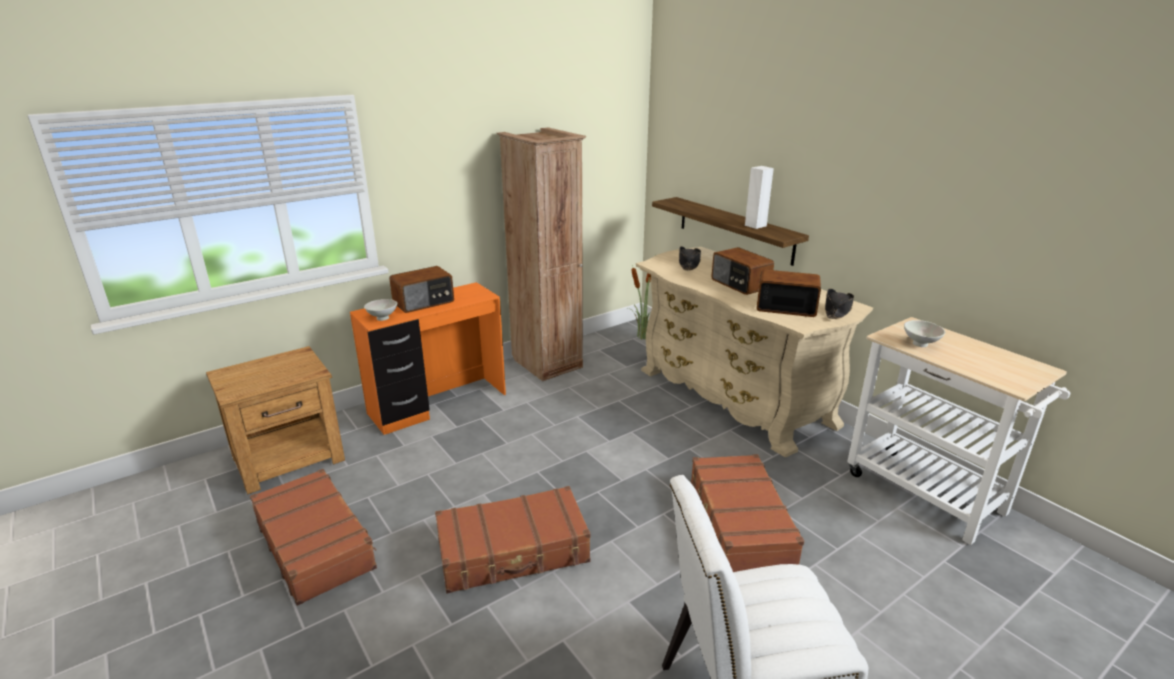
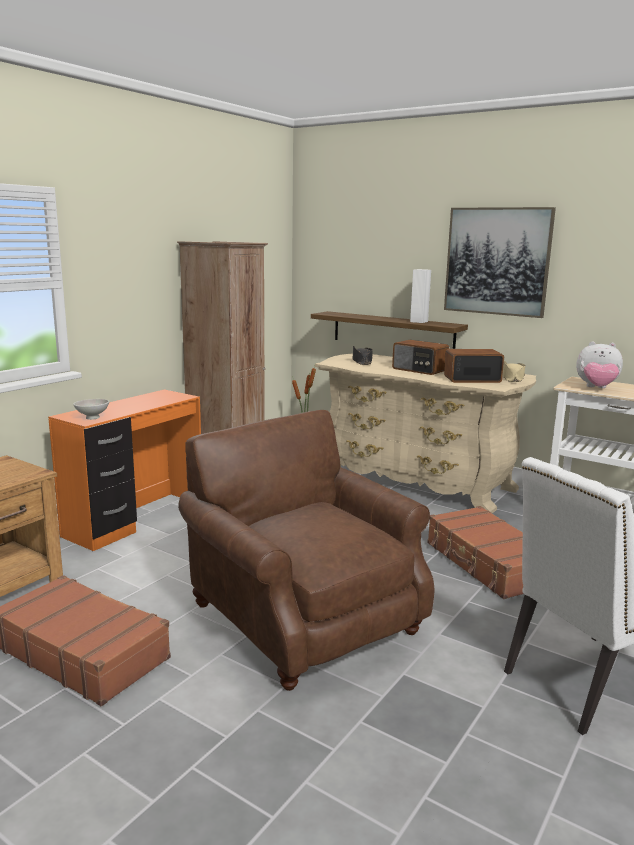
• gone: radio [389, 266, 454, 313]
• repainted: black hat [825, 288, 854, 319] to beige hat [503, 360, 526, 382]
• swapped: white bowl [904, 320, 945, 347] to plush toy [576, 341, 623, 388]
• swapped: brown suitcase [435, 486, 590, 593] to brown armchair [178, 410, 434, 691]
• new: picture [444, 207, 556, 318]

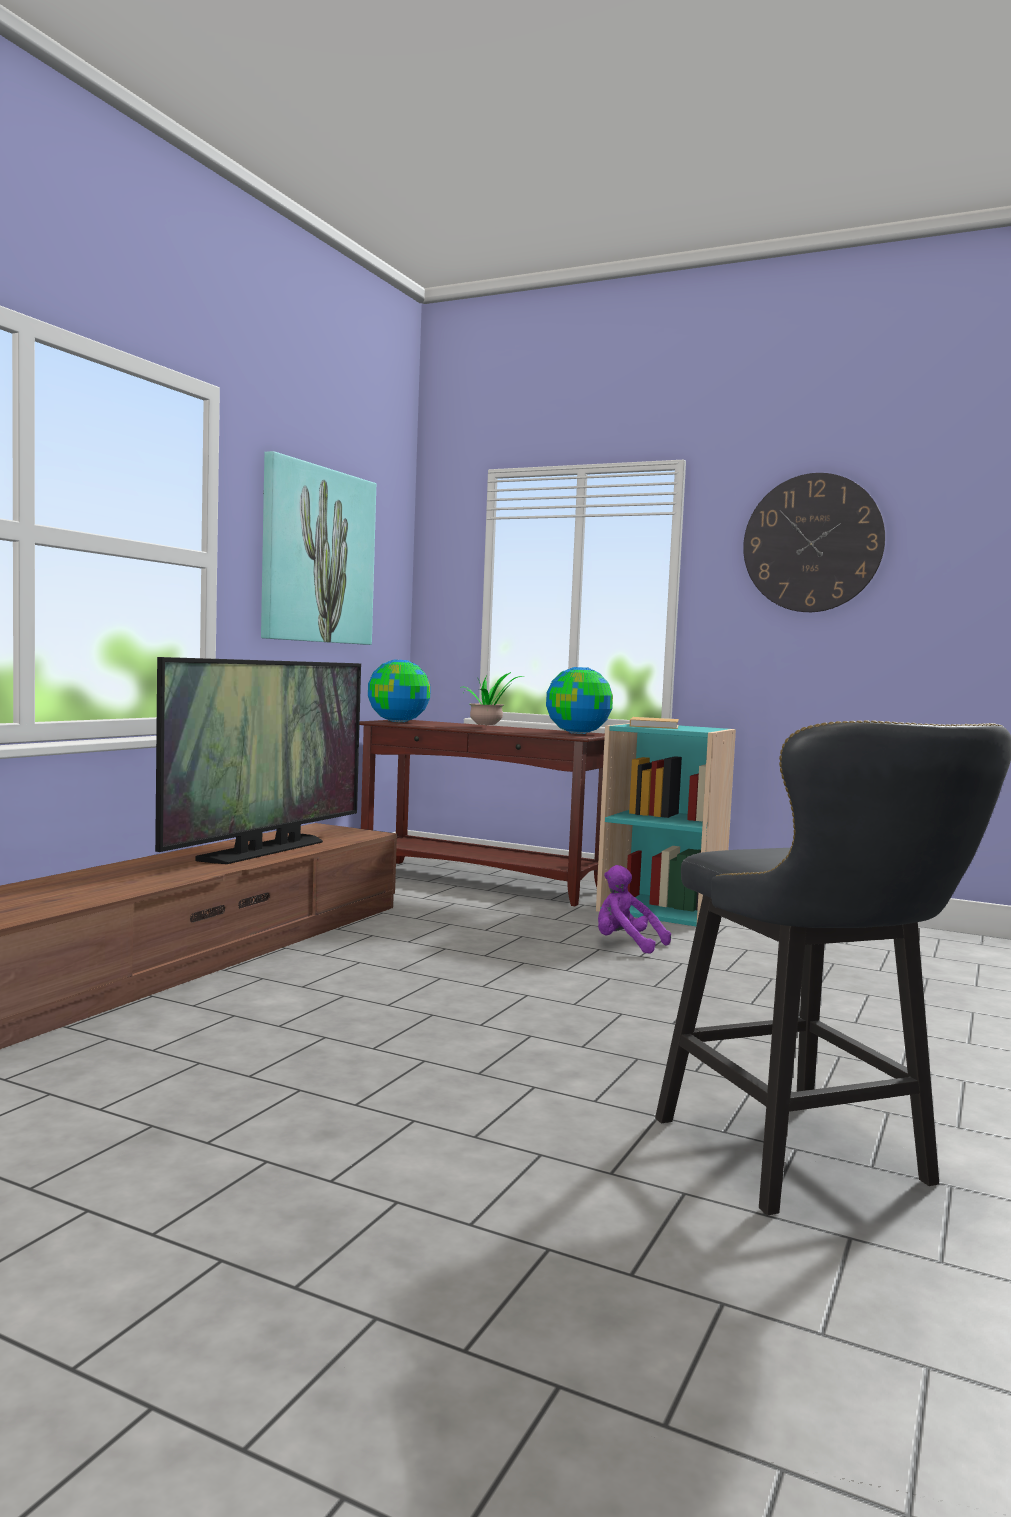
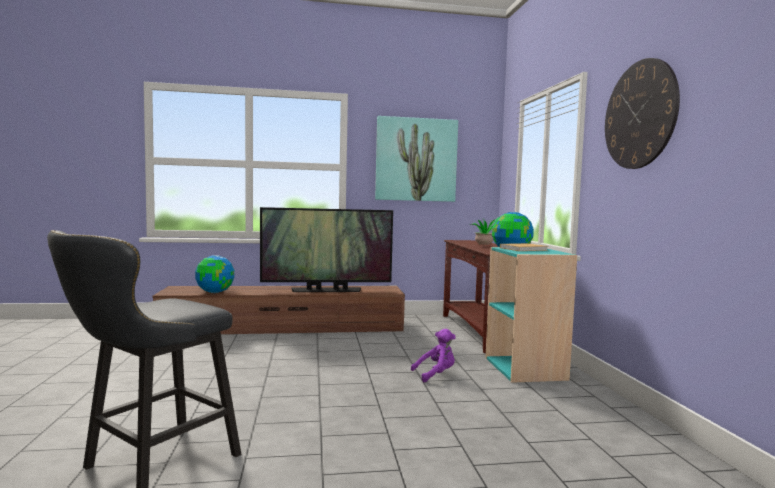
• shifted: globe [368, 660, 431, 722] to [195, 255, 234, 293]
• rotated: purple plush toy [598, 865, 671, 954] = [411, 329, 456, 382] 75 degrees clockwise

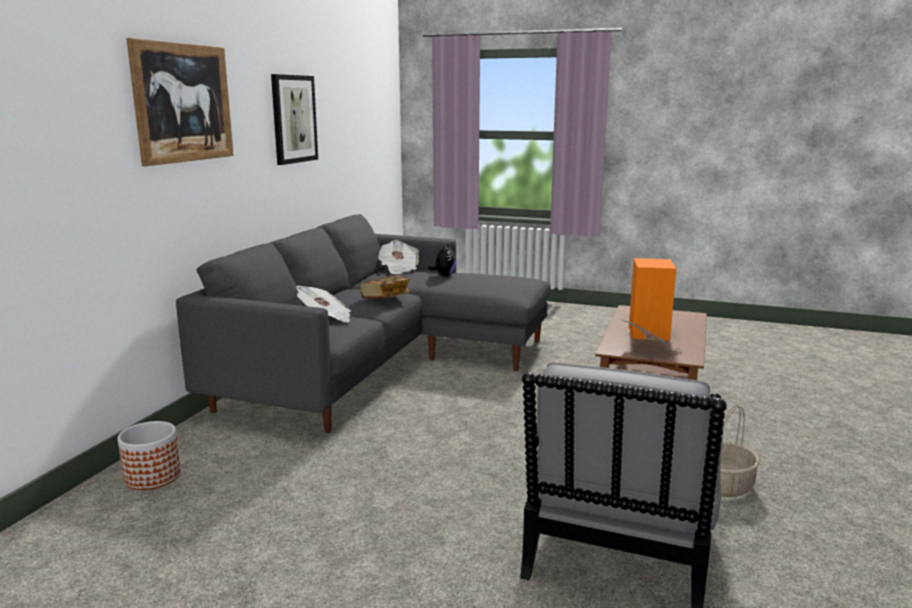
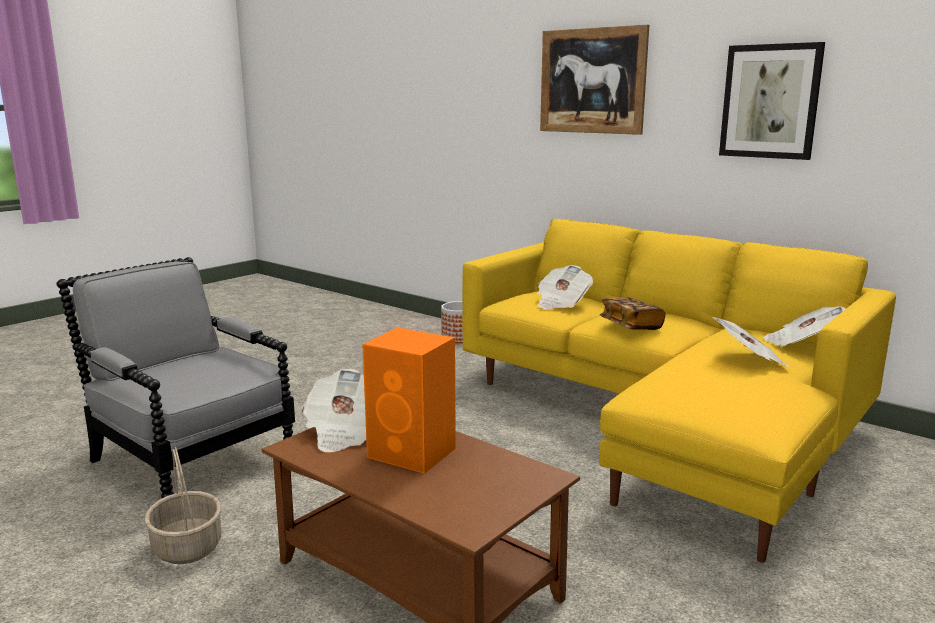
• repainted: grey sofa [176, 214, 551, 433] to yellow sofa [462, 219, 896, 563]
• swapped: plush toy [428, 244, 456, 276] to newspaper [713, 317, 791, 367]

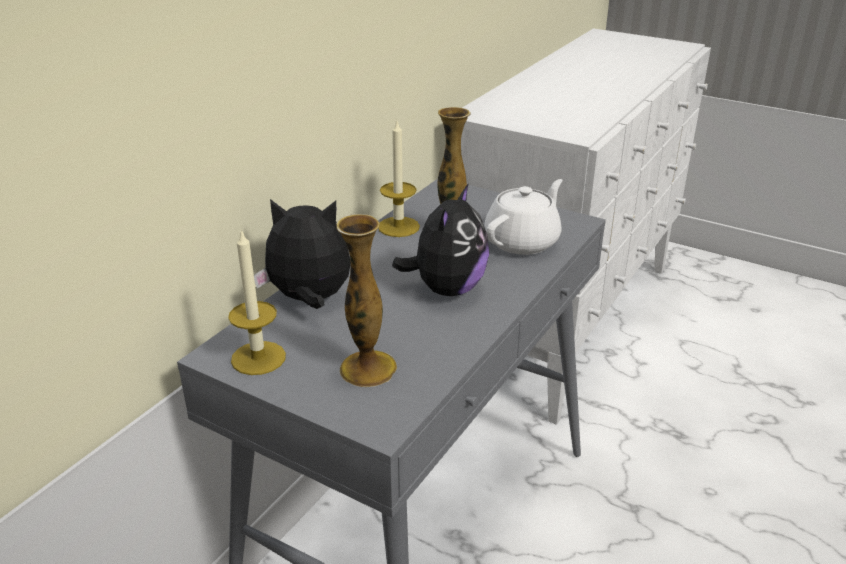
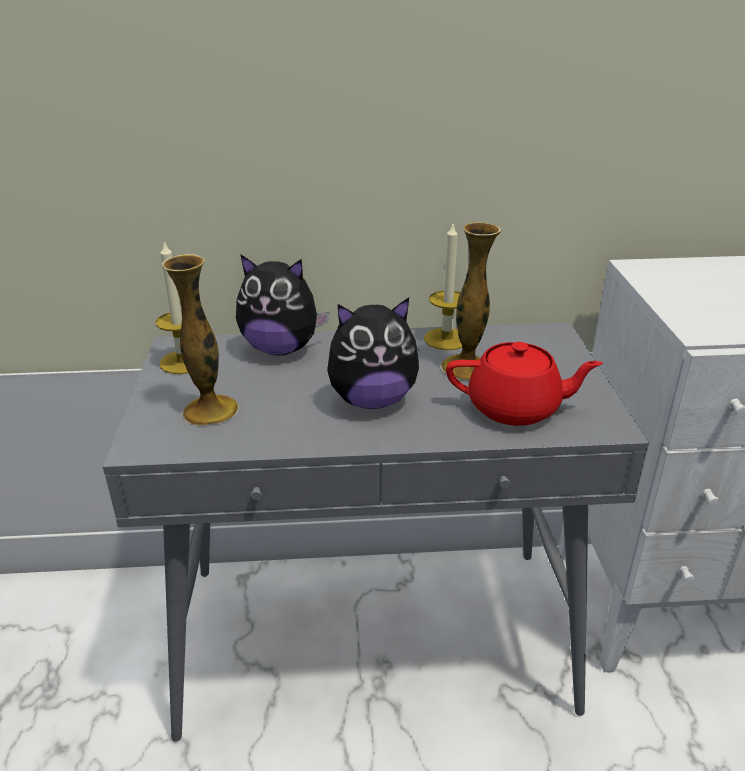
• repainted: white teapot [485, 179, 563, 255] to red teapot [446, 342, 603, 426]
• rotated: plush toy [254, 199, 351, 309] = [236, 254, 329, 355] 135 degrees clockwise

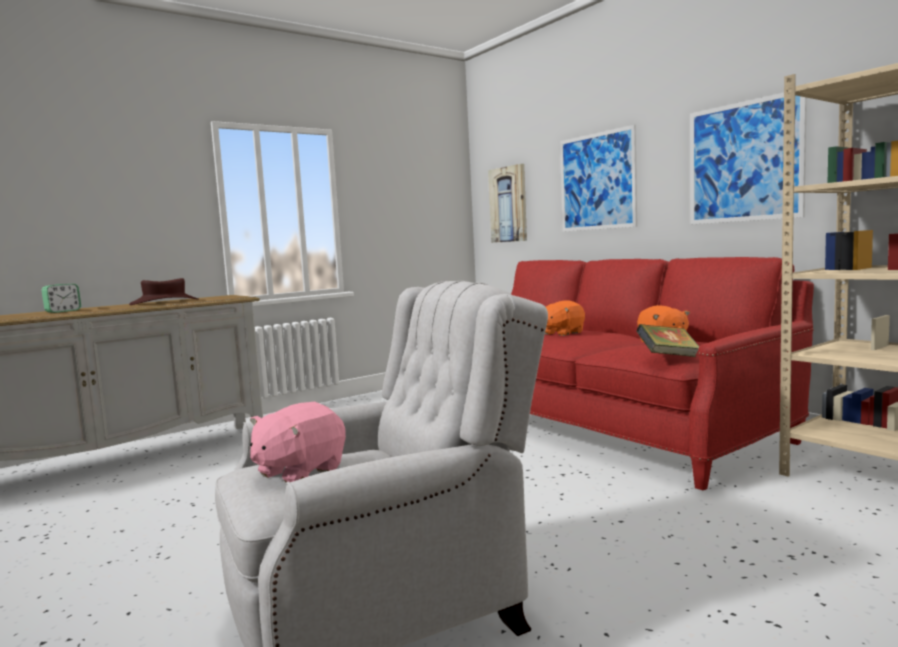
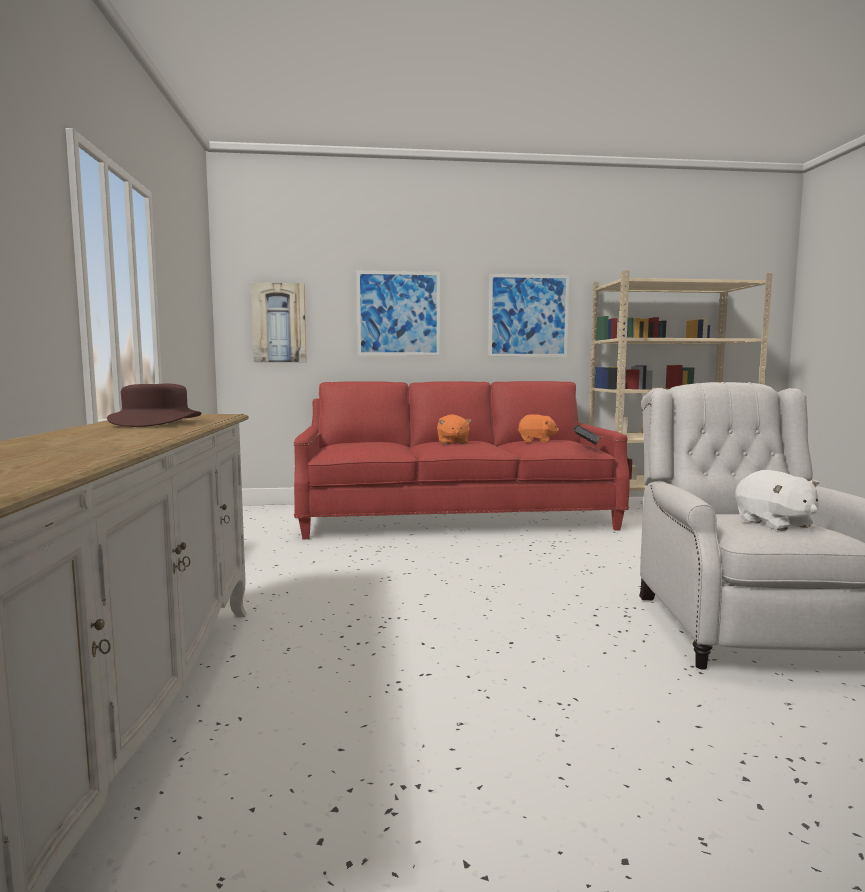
• gone: alarm clock [42, 284, 81, 313]
• repainted: pink plush toy [250, 402, 346, 482] to white plush toy [736, 470, 819, 531]

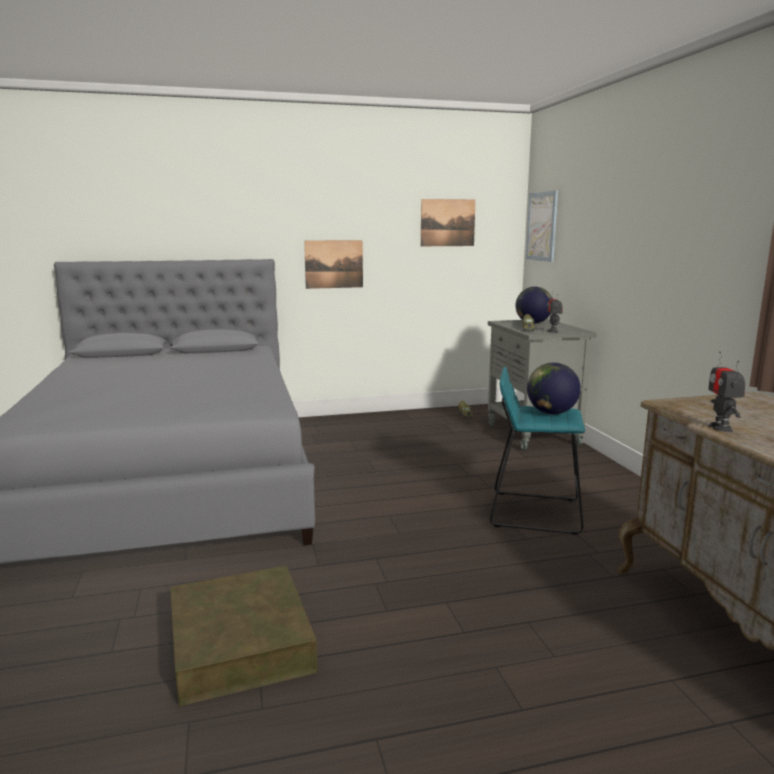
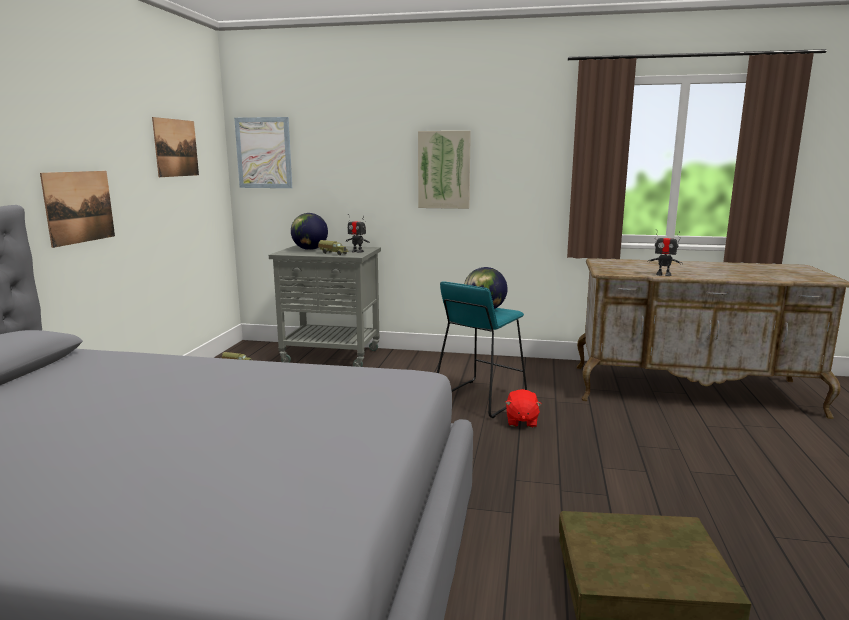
• new: picture [418, 131, 471, 209]
• new: red plush toy [505, 389, 542, 428]

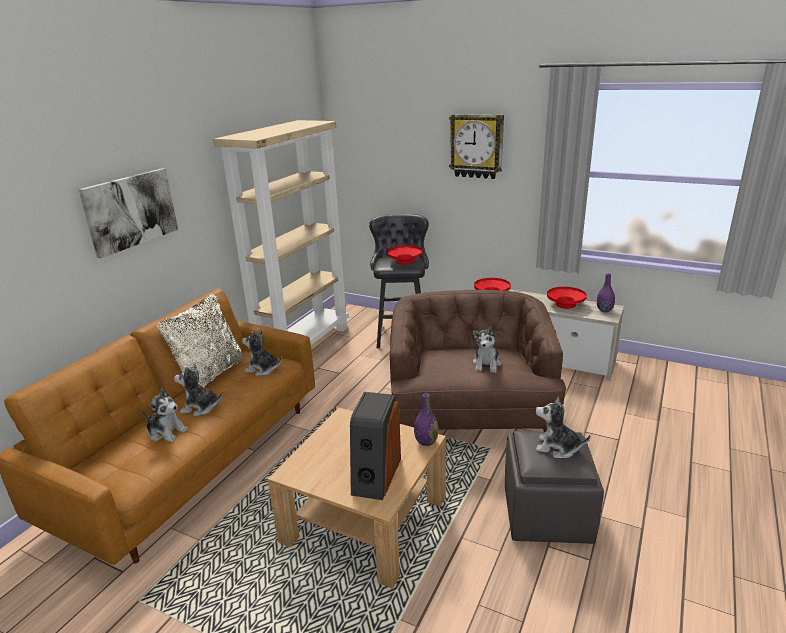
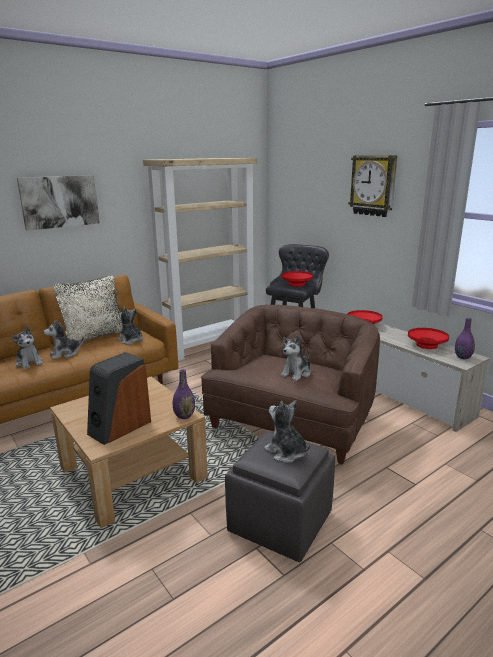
• rotated: plush toy [174, 364, 223, 416] = [43, 320, 84, 359] 60 degrees counterclockwise

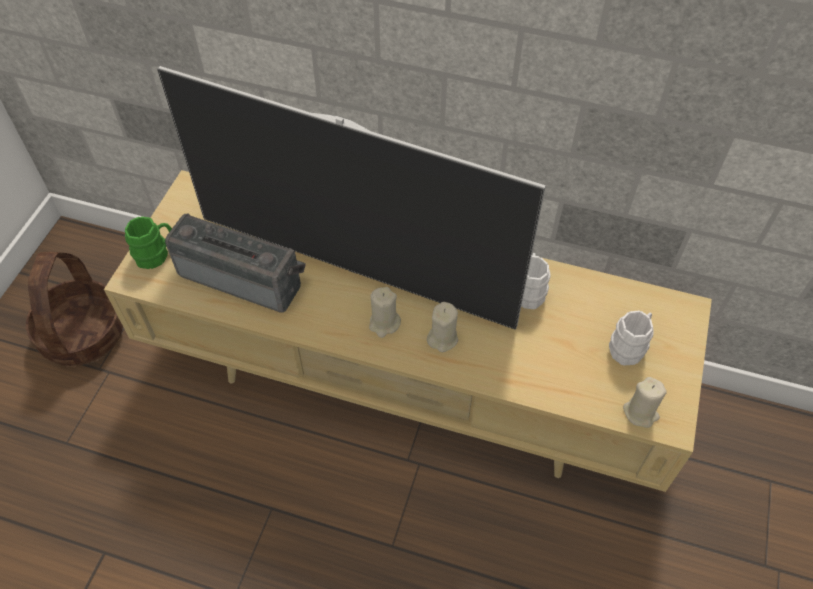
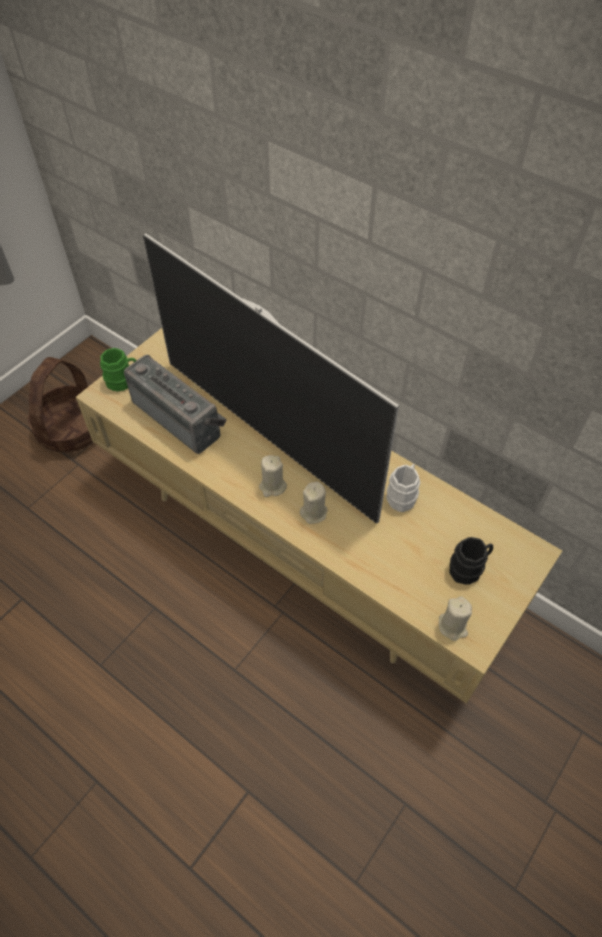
• repainted: white mug [609, 311, 654, 366] to black mug [449, 537, 493, 585]

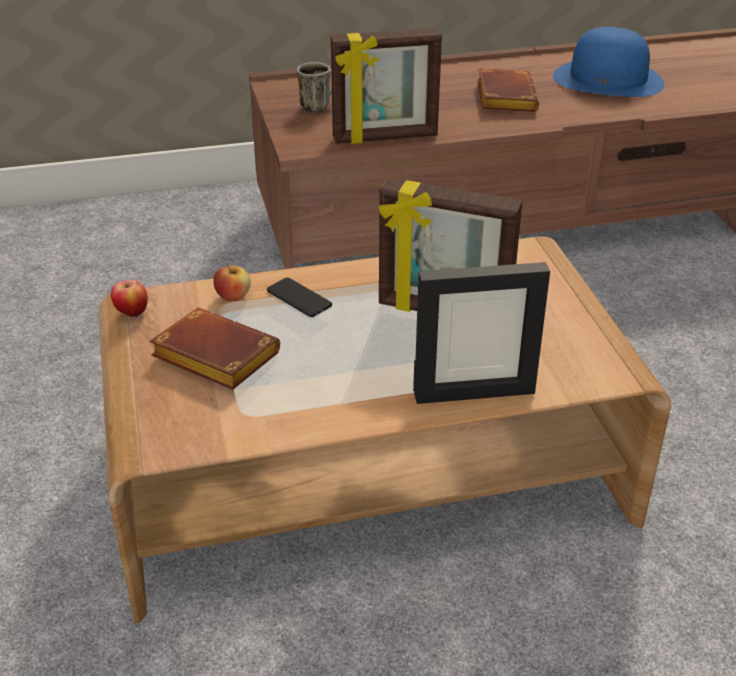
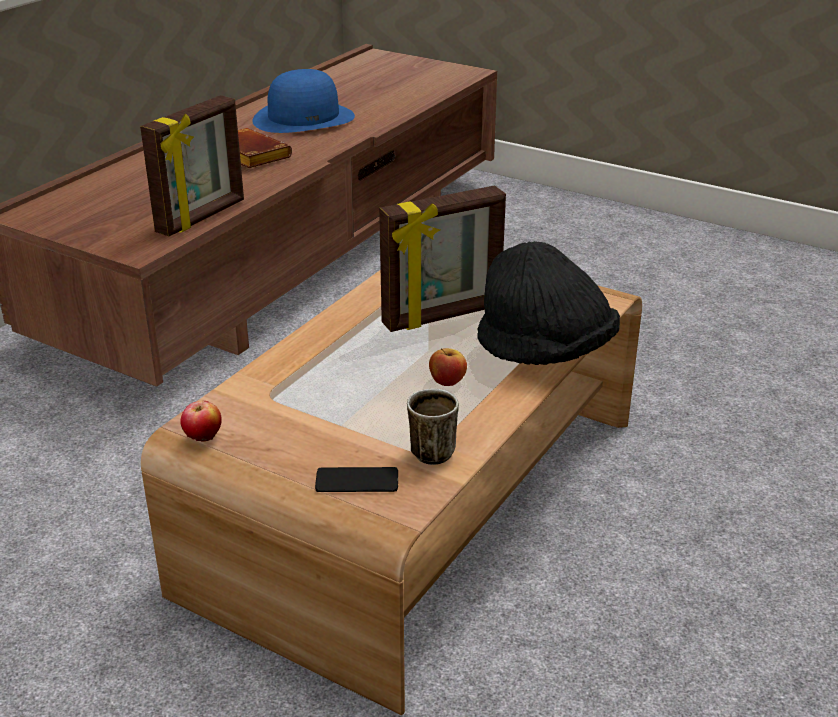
• shifted: mug [297, 62, 332, 112] to [407, 389, 459, 465]
• swapped: picture frame [413, 262, 550, 404] to black hat [477, 241, 620, 365]
• shifted: apple [213, 264, 251, 301] to [429, 348, 467, 386]
• shifted: phone [267, 277, 332, 317] to [315, 467, 398, 492]
• gone: brown book [150, 308, 280, 390]

